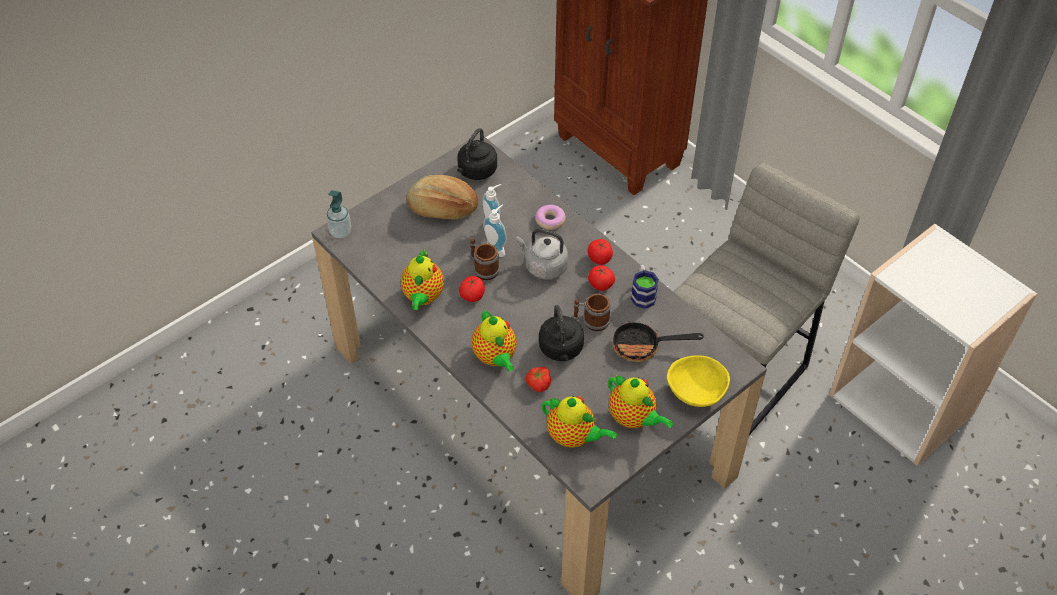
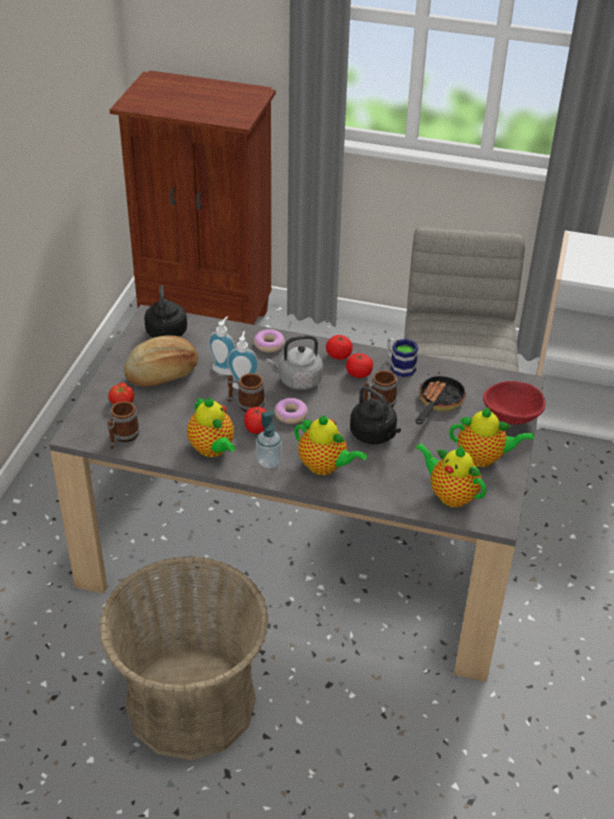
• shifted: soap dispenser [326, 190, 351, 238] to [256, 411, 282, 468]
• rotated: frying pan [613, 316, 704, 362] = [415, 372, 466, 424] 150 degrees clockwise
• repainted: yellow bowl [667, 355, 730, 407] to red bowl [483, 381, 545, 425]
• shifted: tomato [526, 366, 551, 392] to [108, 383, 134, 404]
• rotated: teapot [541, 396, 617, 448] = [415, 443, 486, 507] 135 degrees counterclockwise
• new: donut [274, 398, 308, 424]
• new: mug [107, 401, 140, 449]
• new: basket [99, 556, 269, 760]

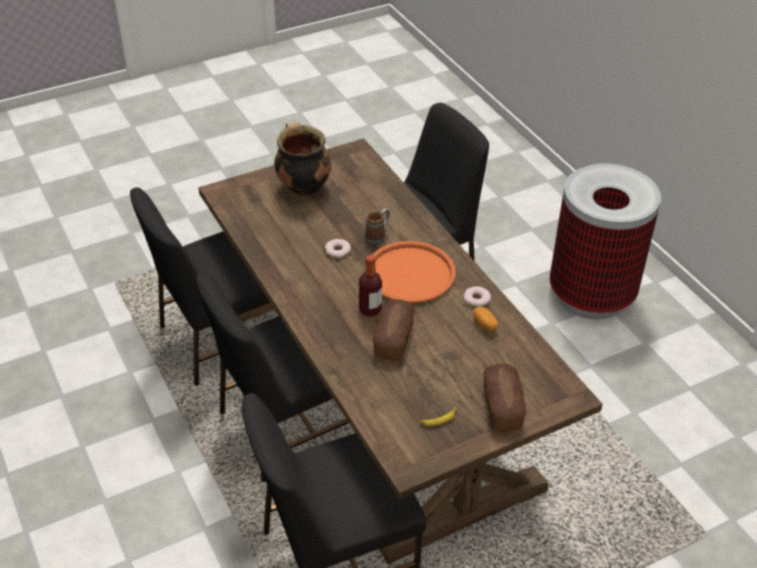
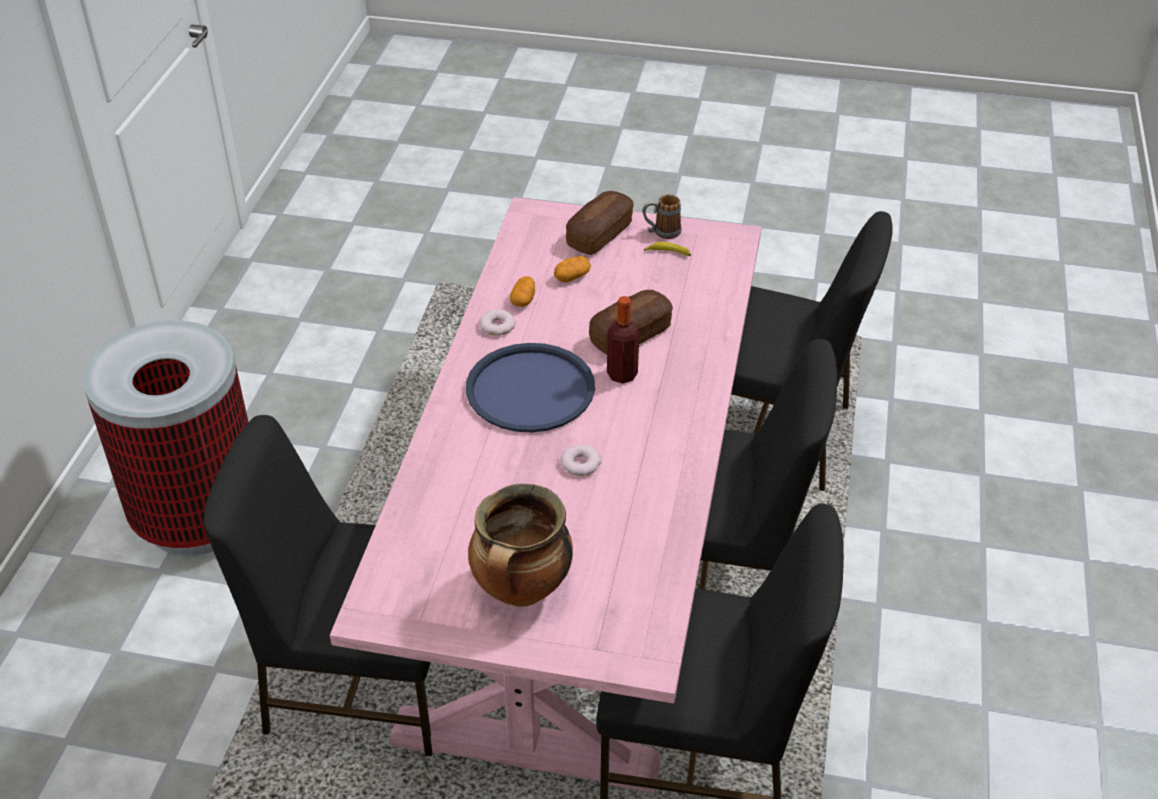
• repainted: brown dining table [199, 138, 603, 564] to pink dining table [330, 197, 762, 793]
• shifted: mug [365, 209, 390, 245] to [643, 194, 681, 239]
• repainted: orange tray [372, 241, 456, 303] to blue tray [466, 343, 595, 432]
• new: potato [554, 256, 591, 282]

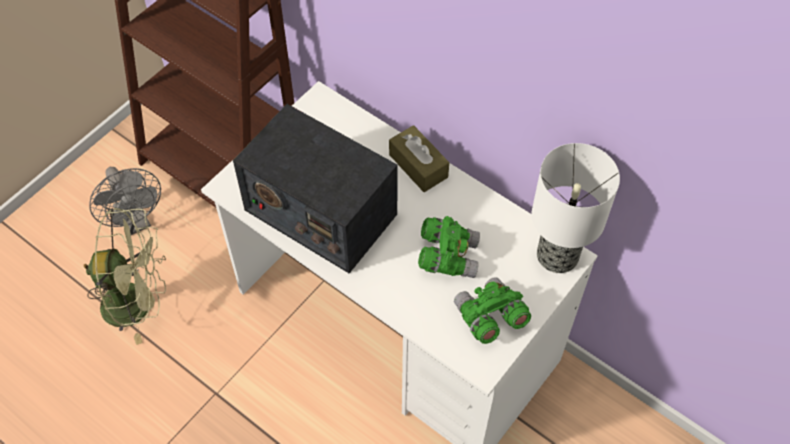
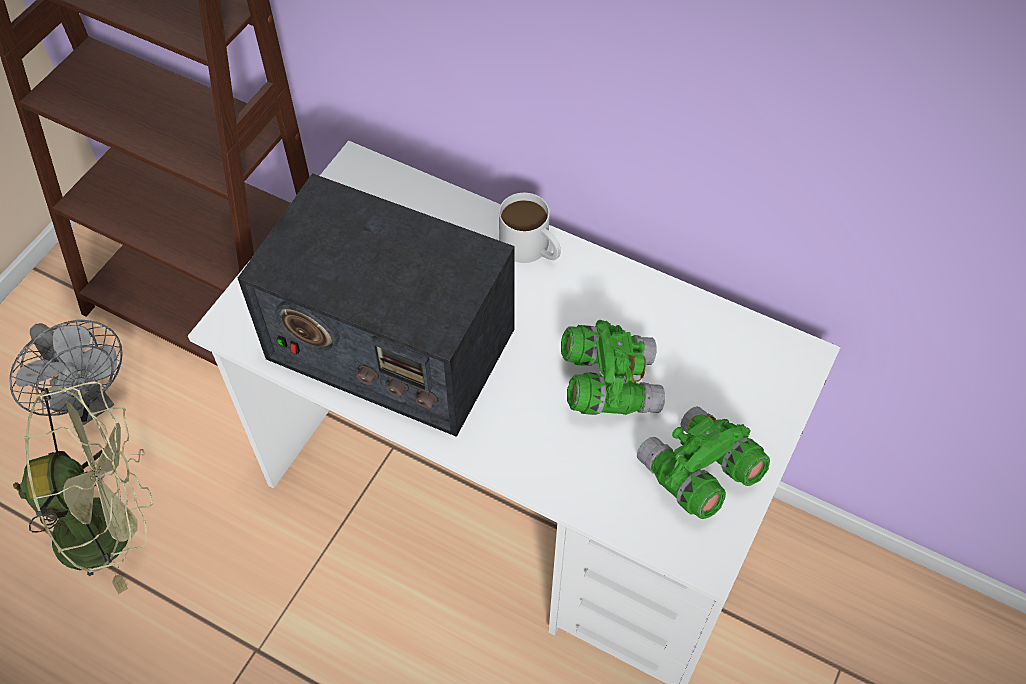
• swapped: brown tissue box [389, 125, 449, 192] to white mug [499, 193, 561, 263]
• gone: table lamp [531, 143, 620, 273]

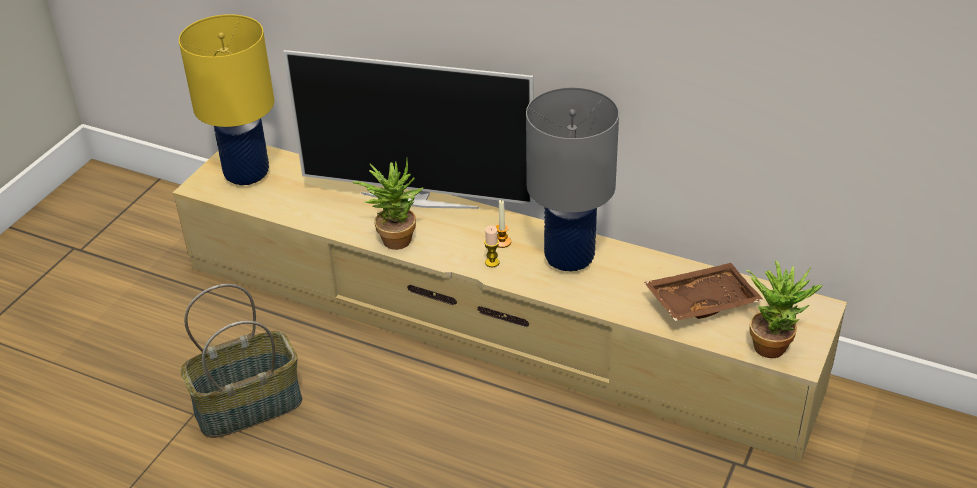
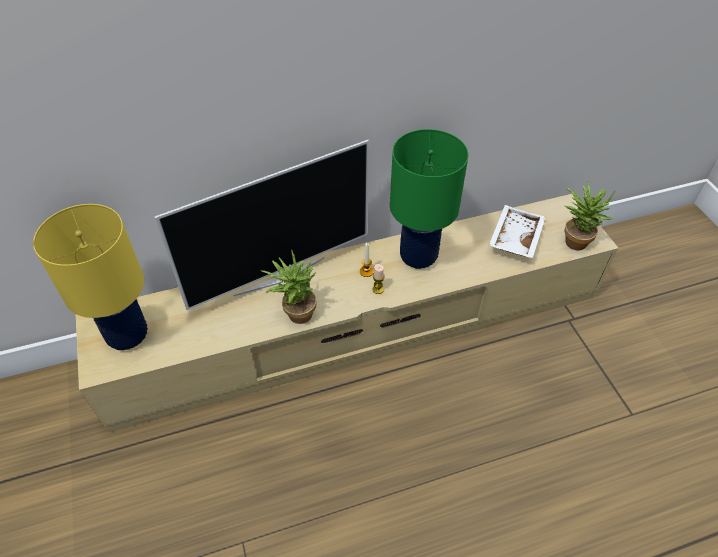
• repainted: grey table lamp [526, 87, 619, 272] to green table lamp [390, 129, 468, 269]
• repainted: brown tray [644, 263, 764, 321] to white tray [488, 205, 546, 259]
• gone: basket [180, 284, 302, 438]

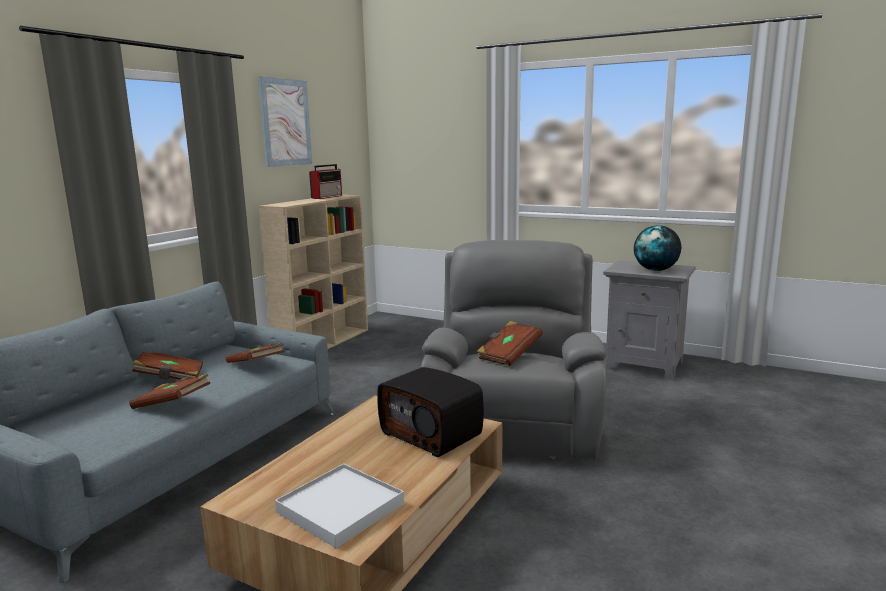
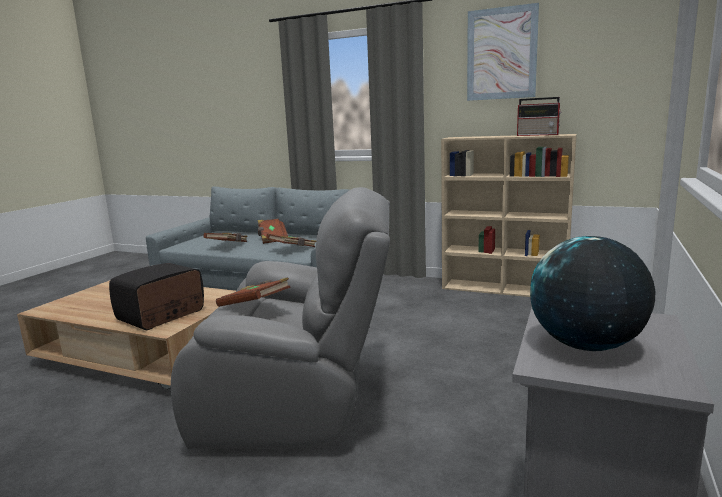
• gone: white tray [275, 463, 404, 548]

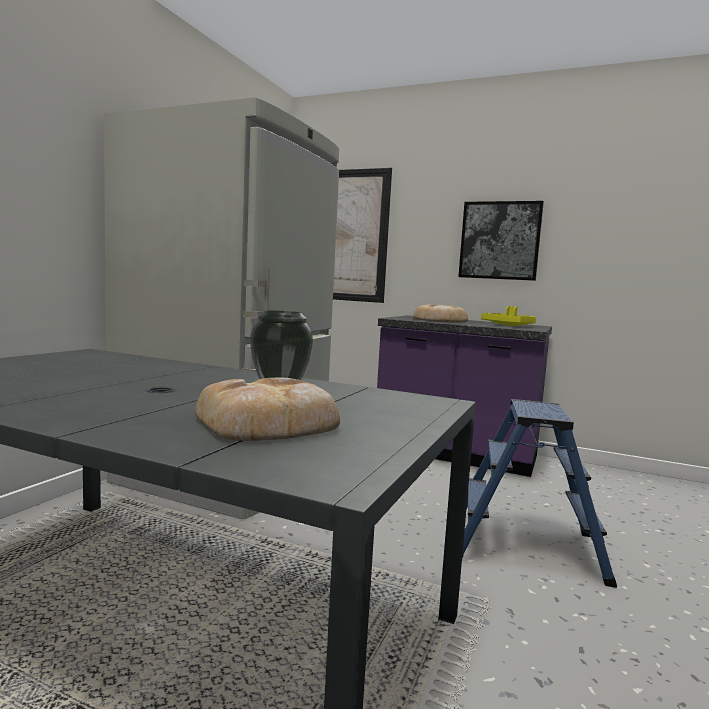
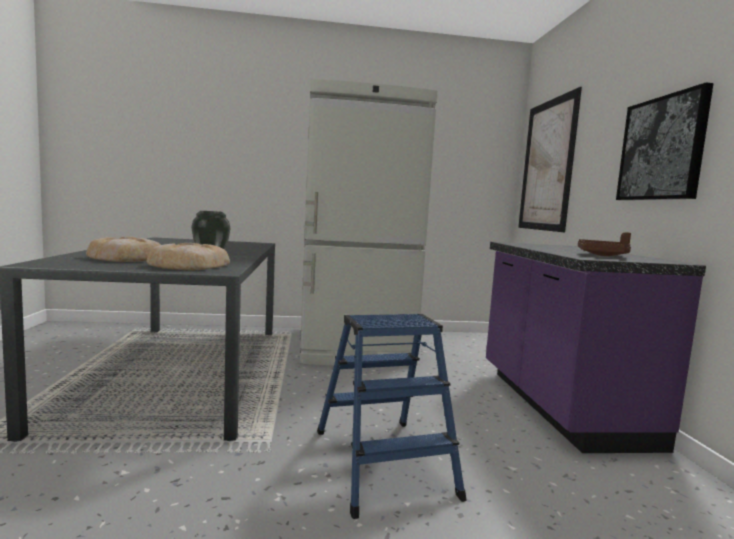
• shifted: bread [413, 304, 468, 323] to [147, 243, 230, 270]
• repainted: yellow tray [481, 306, 536, 326] to brown tray [578, 232, 631, 256]

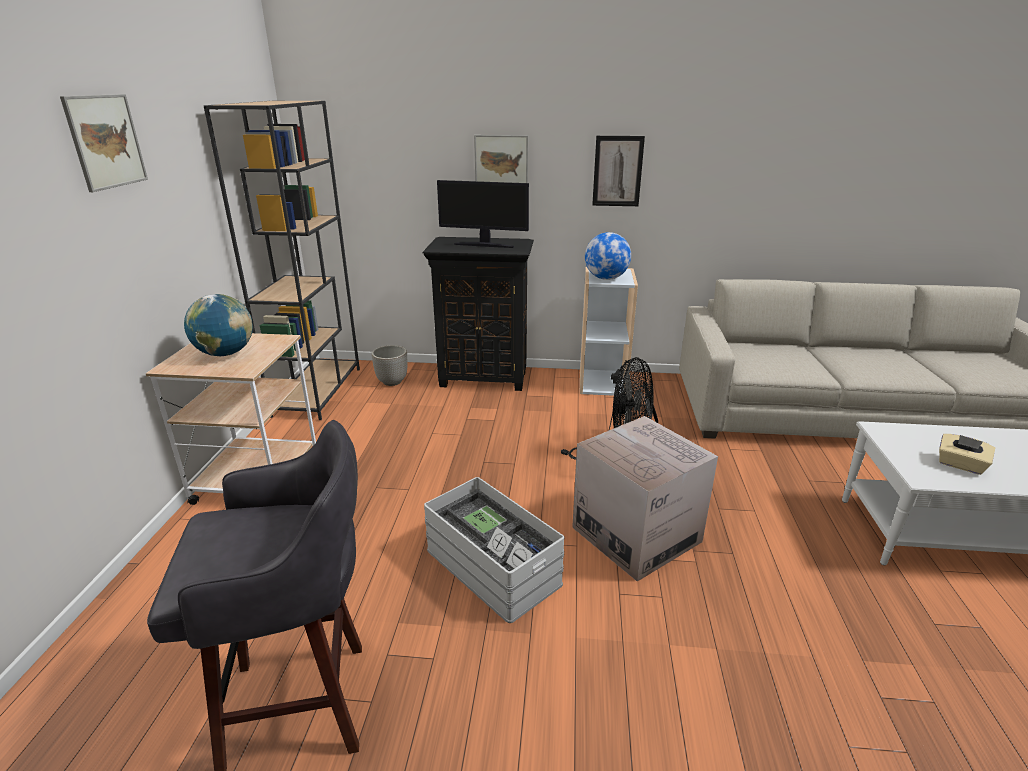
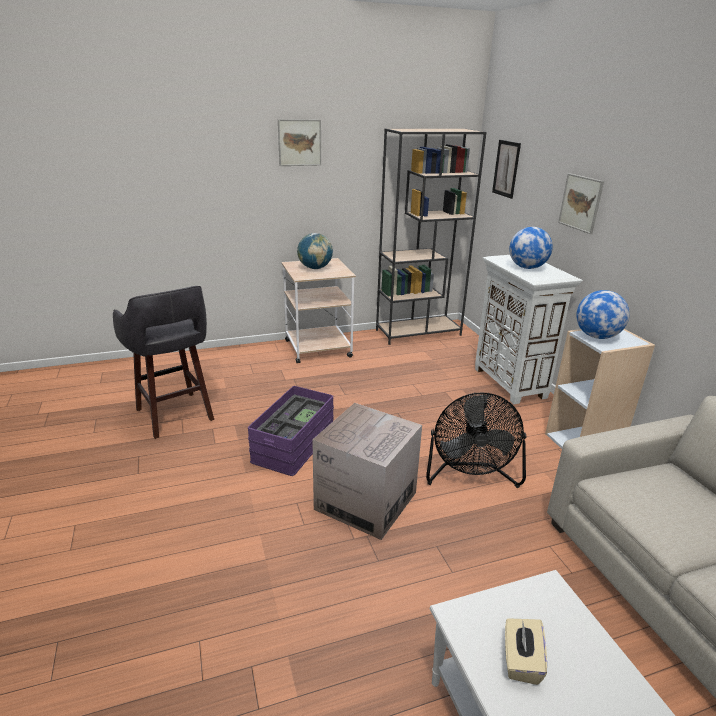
• shifted: picture [592, 136, 645, 206] to [492, 140, 521, 199]
• swapped: monitor [437, 180, 529, 248] to globe [509, 227, 553, 269]
• repainted: black cabinet [423, 237, 534, 391] to white cabinet [475, 255, 583, 404]
• gone: planter [372, 345, 407, 386]
• repainted: grey storage box [424, 477, 564, 623] to purple storage box [248, 386, 334, 476]

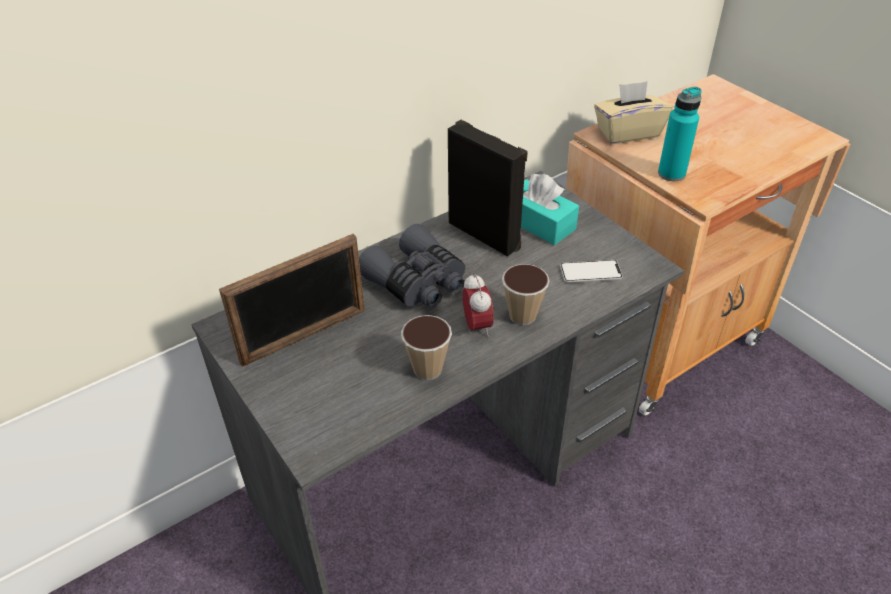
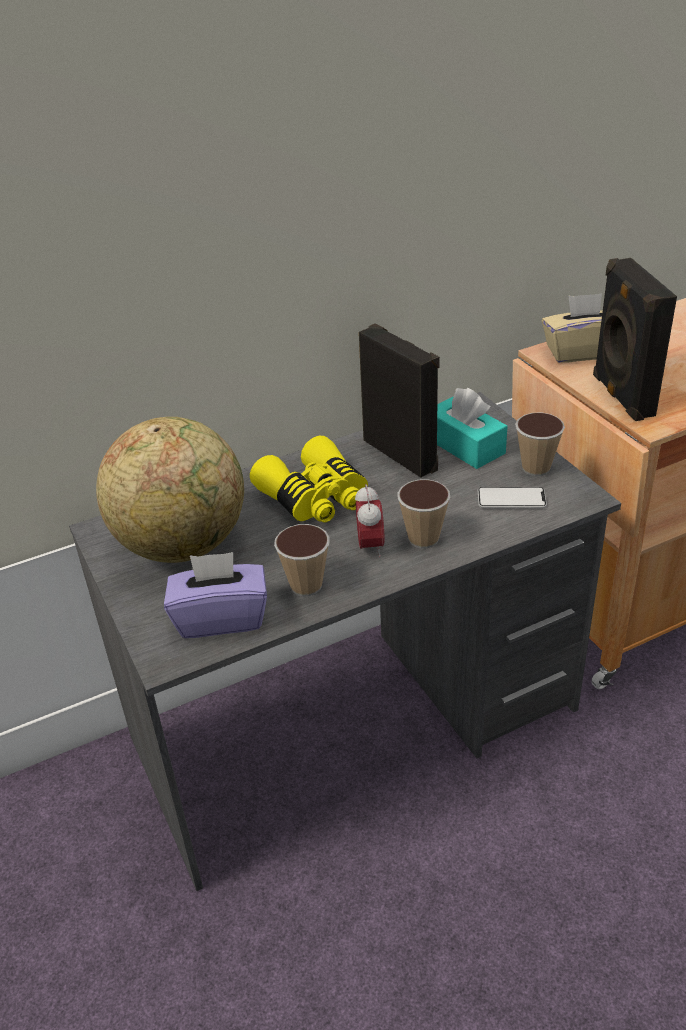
• swapped: turquoise bottle [658, 87, 702, 181] to black speaker [593, 258, 677, 421]
• repainted: grey binoculars [359, 224, 466, 307] to yellow binoculars [250, 436, 368, 522]
• swapped: picture frame [219, 234, 365, 367] to globe [96, 417, 244, 563]
• new: cup [515, 412, 565, 476]
• new: purple tissue box [164, 552, 267, 638]

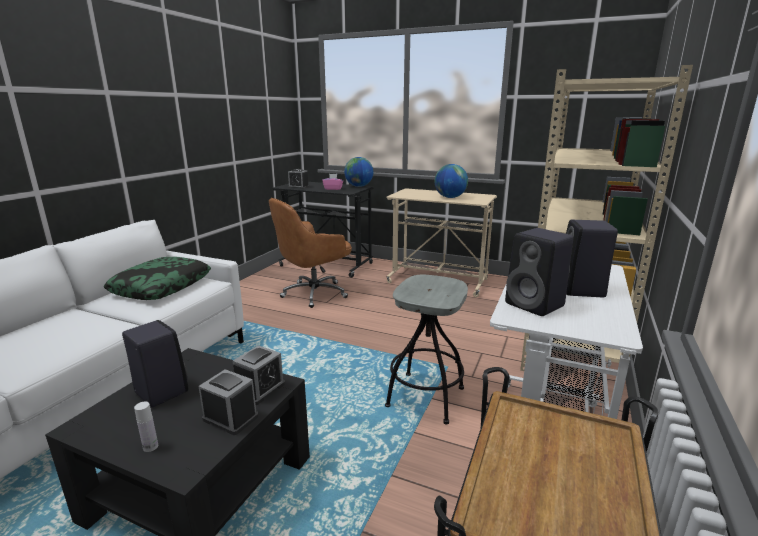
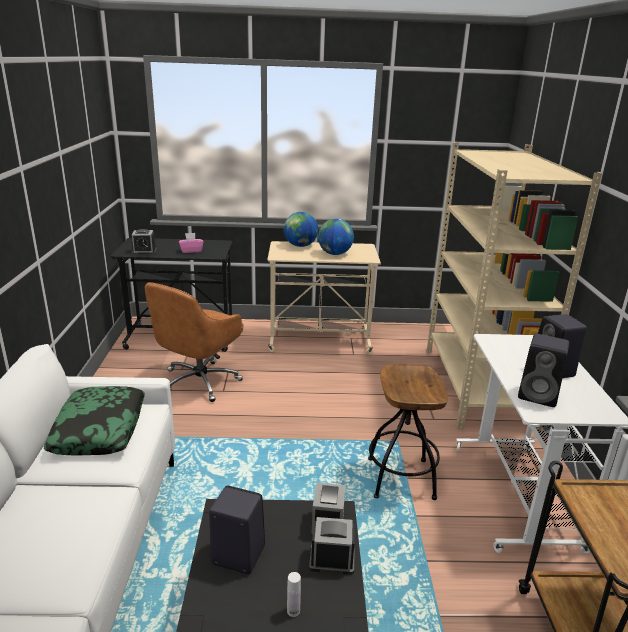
• shifted: globe [344, 157, 373, 187] to [284, 212, 318, 247]
• repainted: grey stool [385, 275, 468, 424] to brown stool [368, 364, 448, 500]

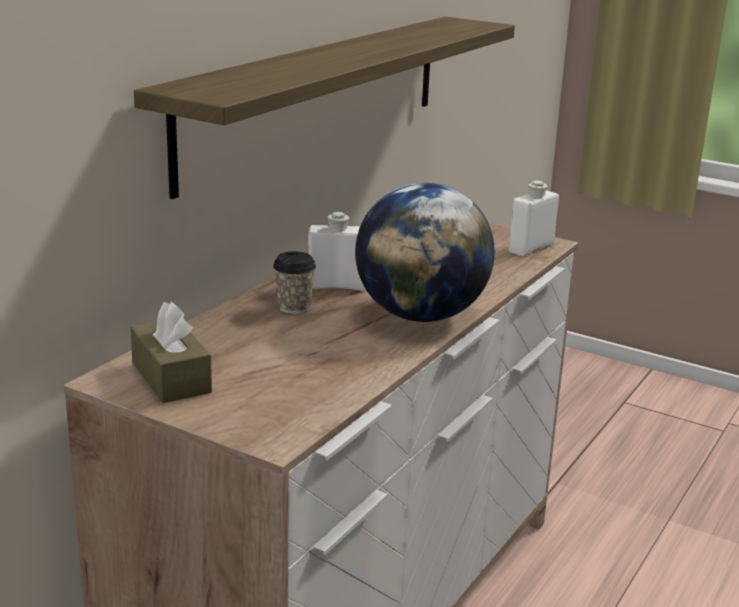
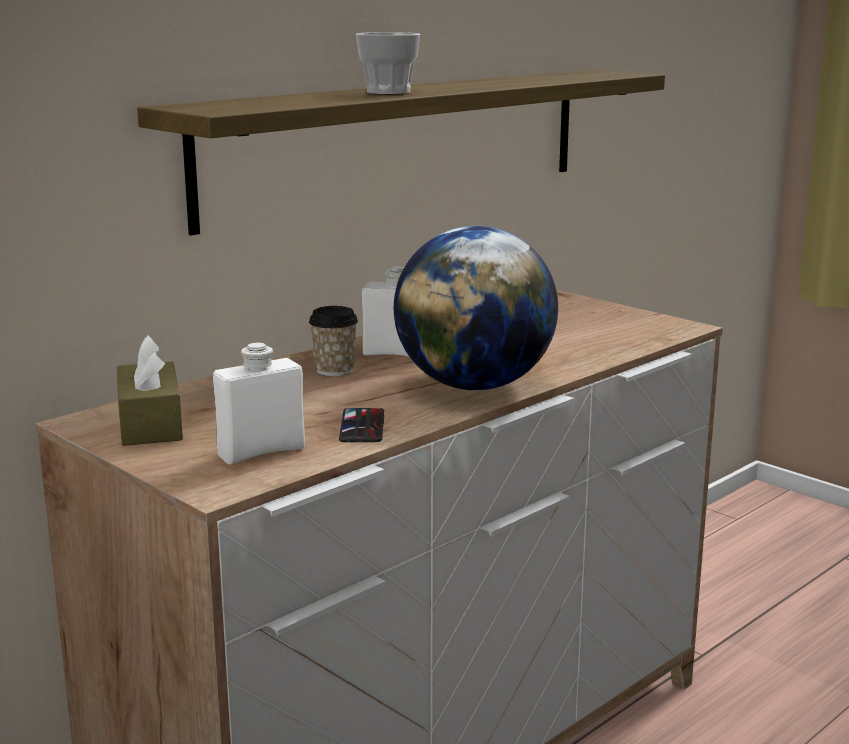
• shifted: white bottle [509, 181, 559, 256] to [213, 343, 305, 464]
• new: cup [356, 32, 420, 95]
• new: phone [339, 408, 384, 442]

